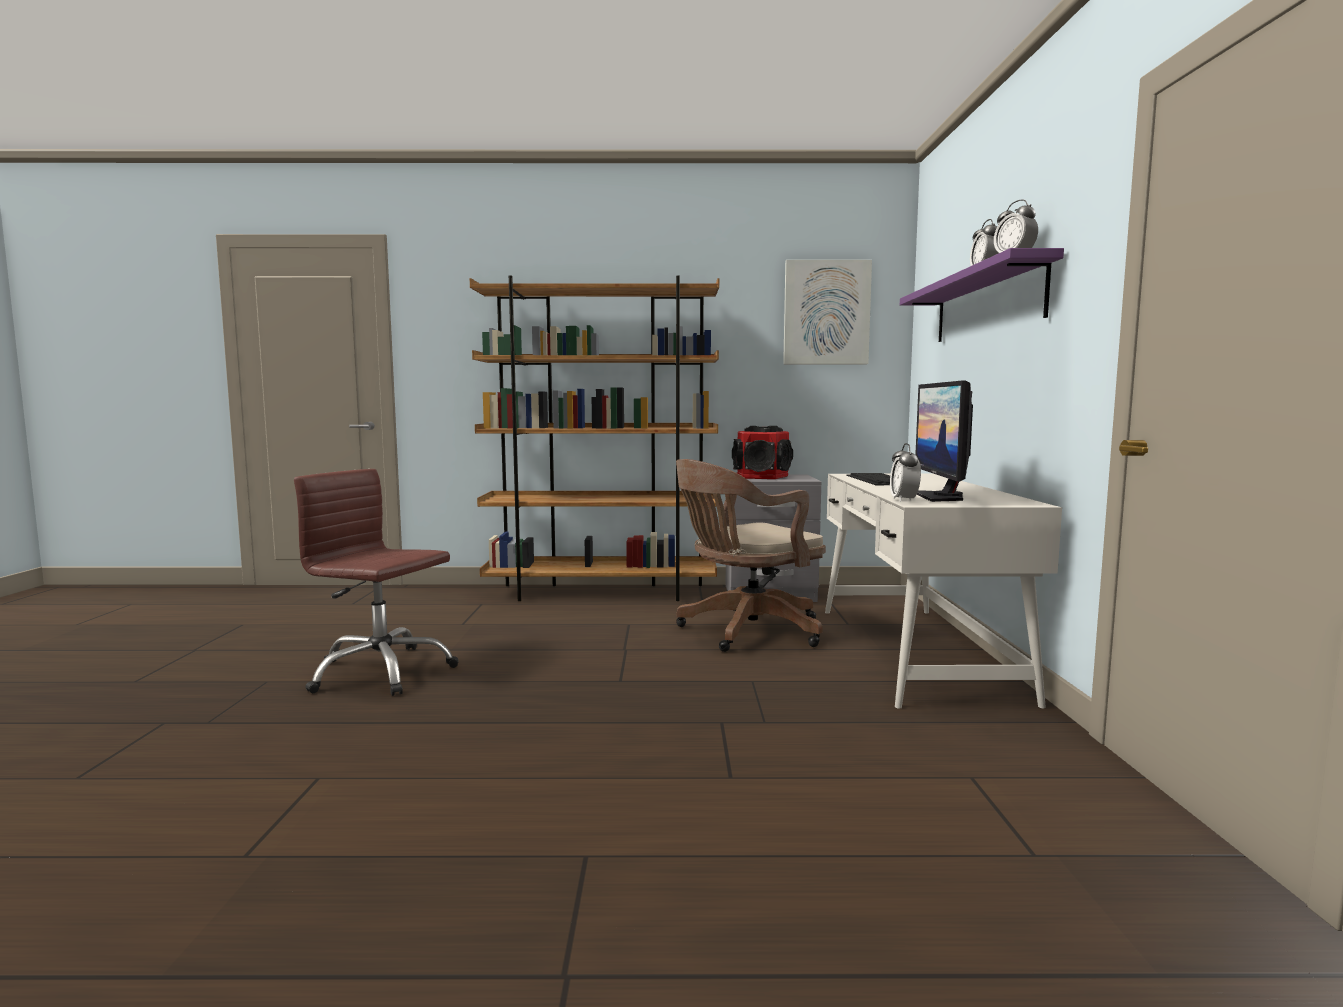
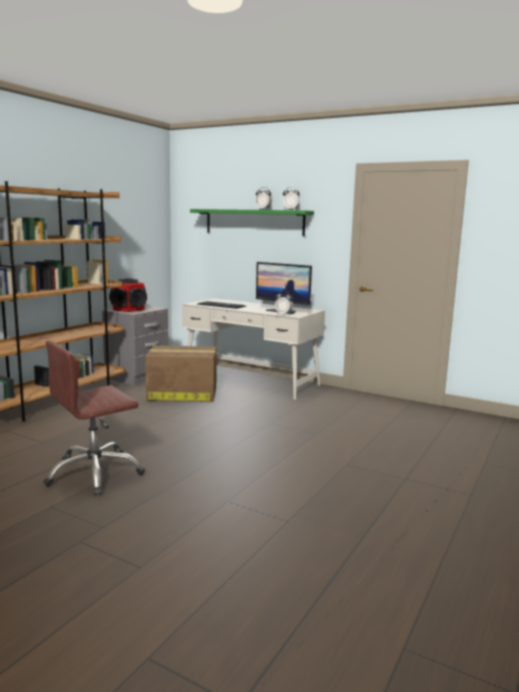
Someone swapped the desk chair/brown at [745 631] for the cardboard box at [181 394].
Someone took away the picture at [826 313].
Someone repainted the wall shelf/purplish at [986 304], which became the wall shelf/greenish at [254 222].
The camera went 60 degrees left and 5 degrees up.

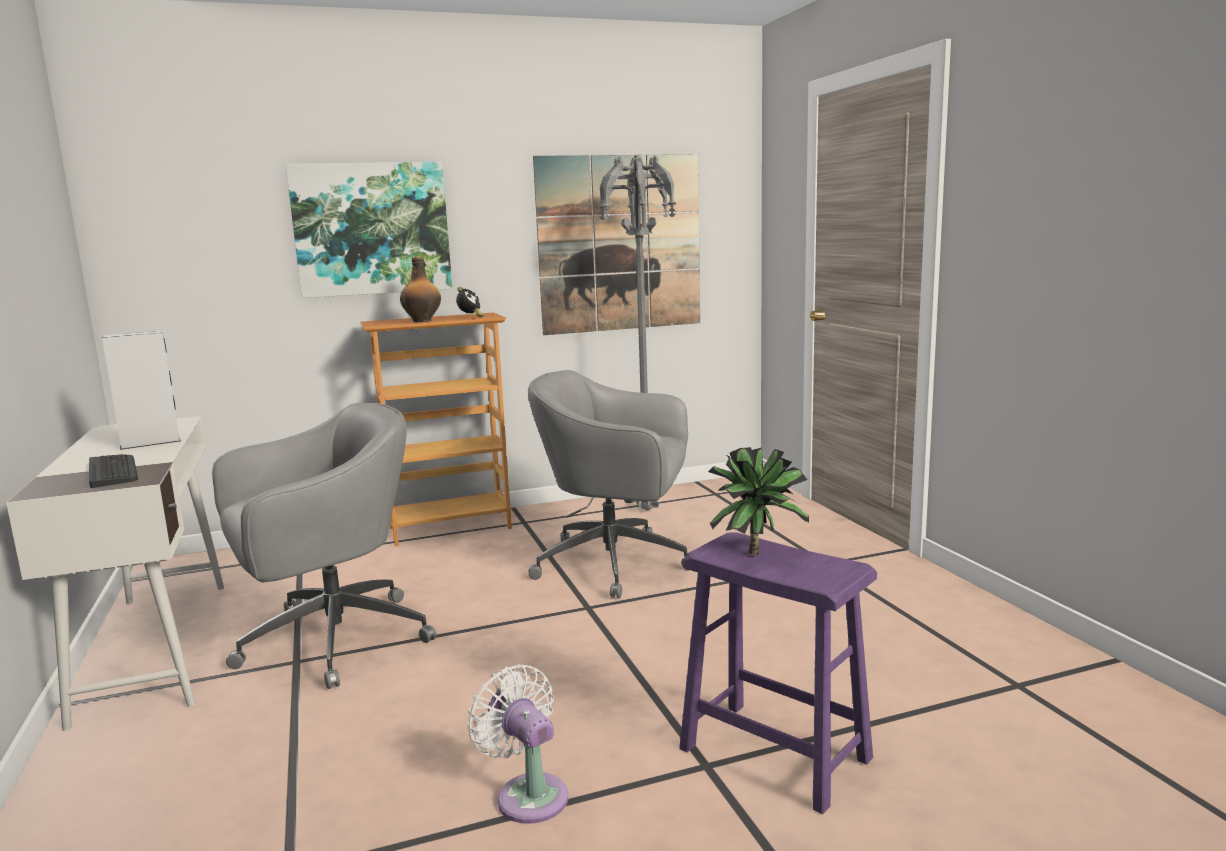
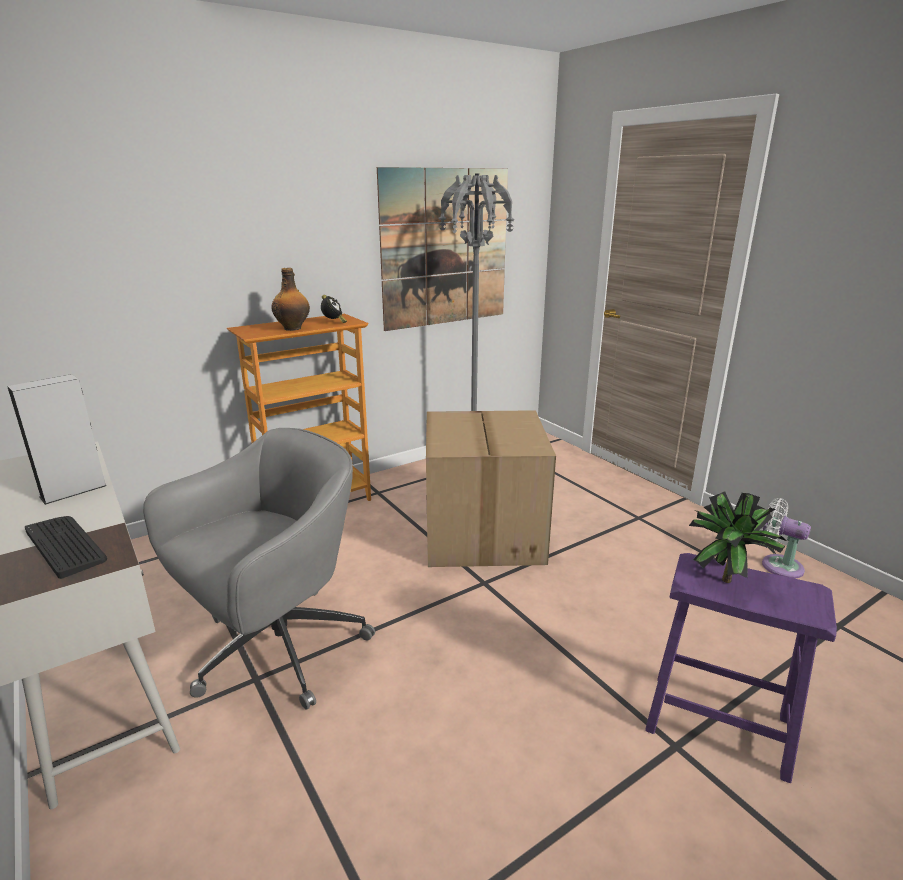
Someone took away the picture at [372 229].
Someone carried the cooling fan/whitish from [528 794] to [777 565].
Someone swapped the desk chair/gray at [617 564] for the cardboard box at [481 532].
The camera went 15 degrees left and 10 degrees up.

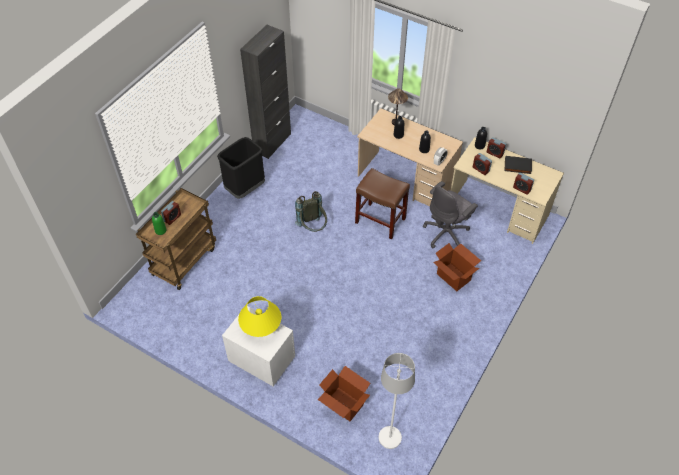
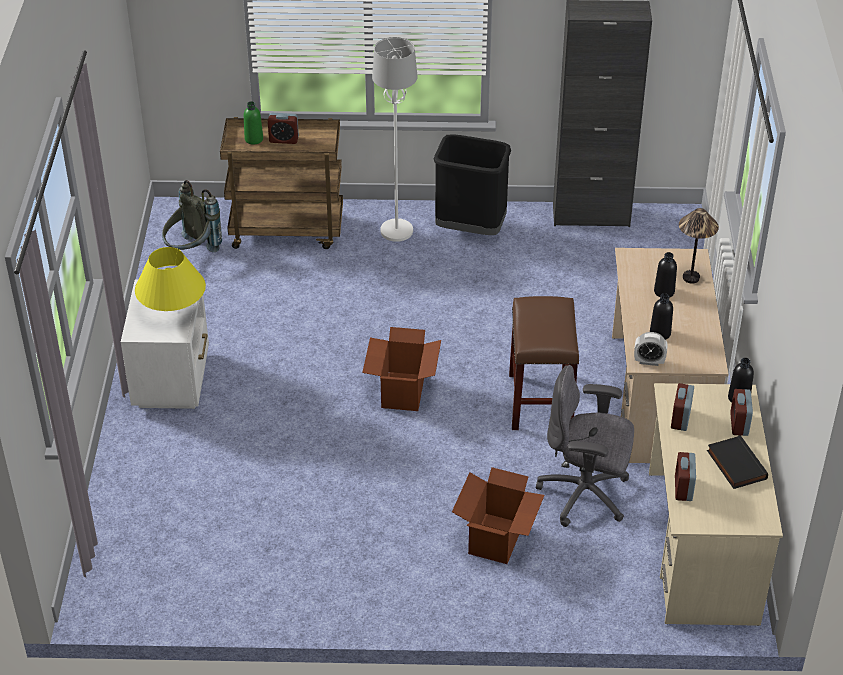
Someone carried the knapsack/gray from [313 228] to [192 252].
Someone carried the cardboard box from [344 404] to [402 392].
Someone carried the standing lamp/whitish from [389 437] to [396 231].
The camera went 60 degrees right and 10 degrees down.

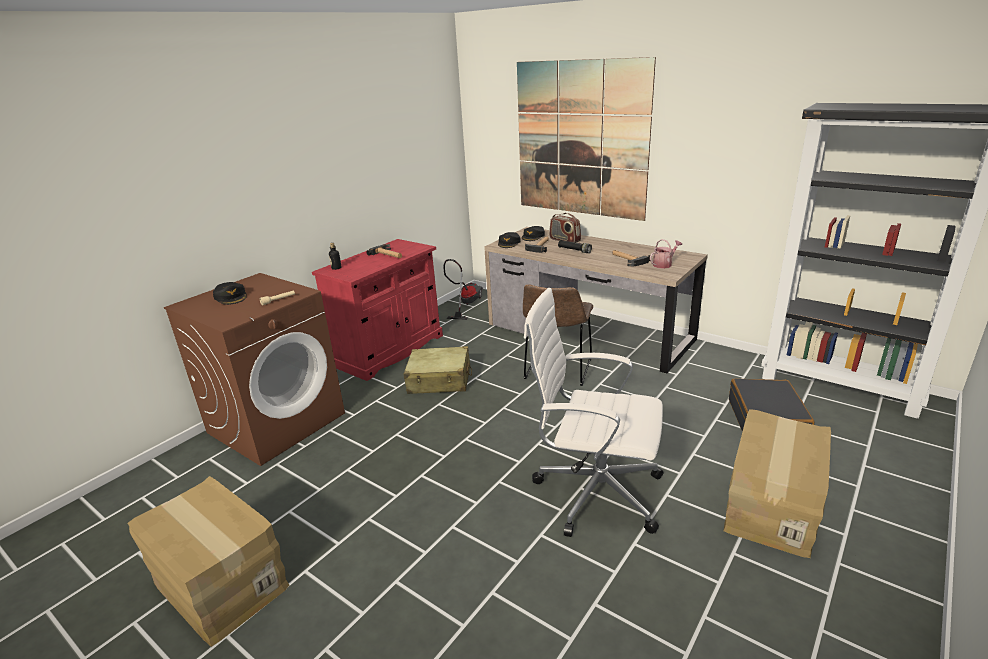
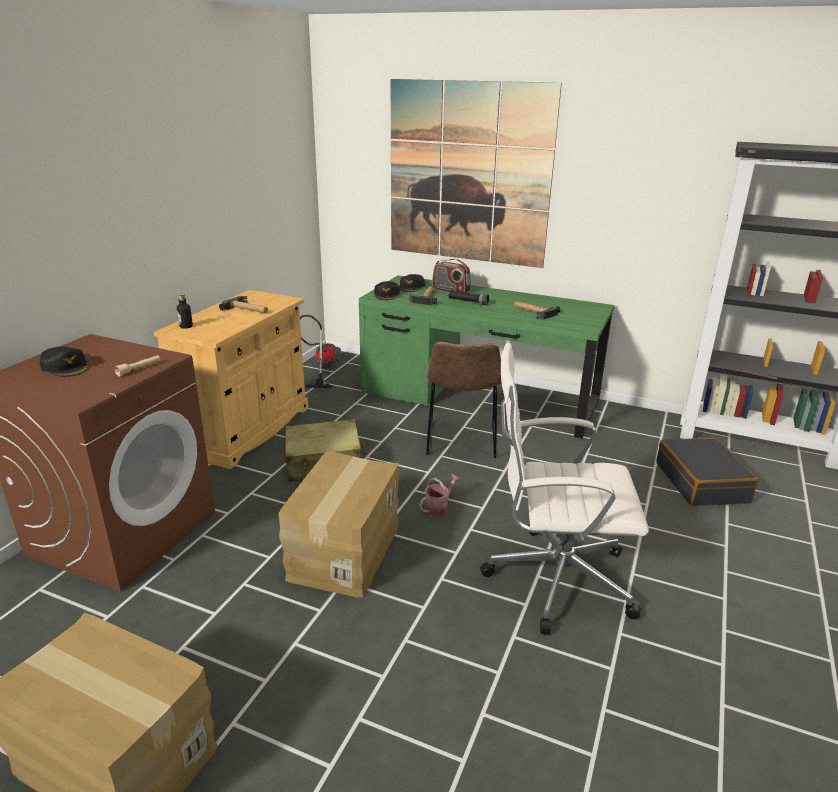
Someone repainted the cupboard/red-coloured at [389 350], which became the cupboard/beige-coloured at [246 430].
Someone repainted the desk table/brown at [588 332], which became the desk table/greenish at [479 396].
Someone carried the watering can from [664 264] to [439 507].
Someone carried the cardboard box from [769 506] to [343 551].
The camera went 15 degrees left and 0 degrees up.

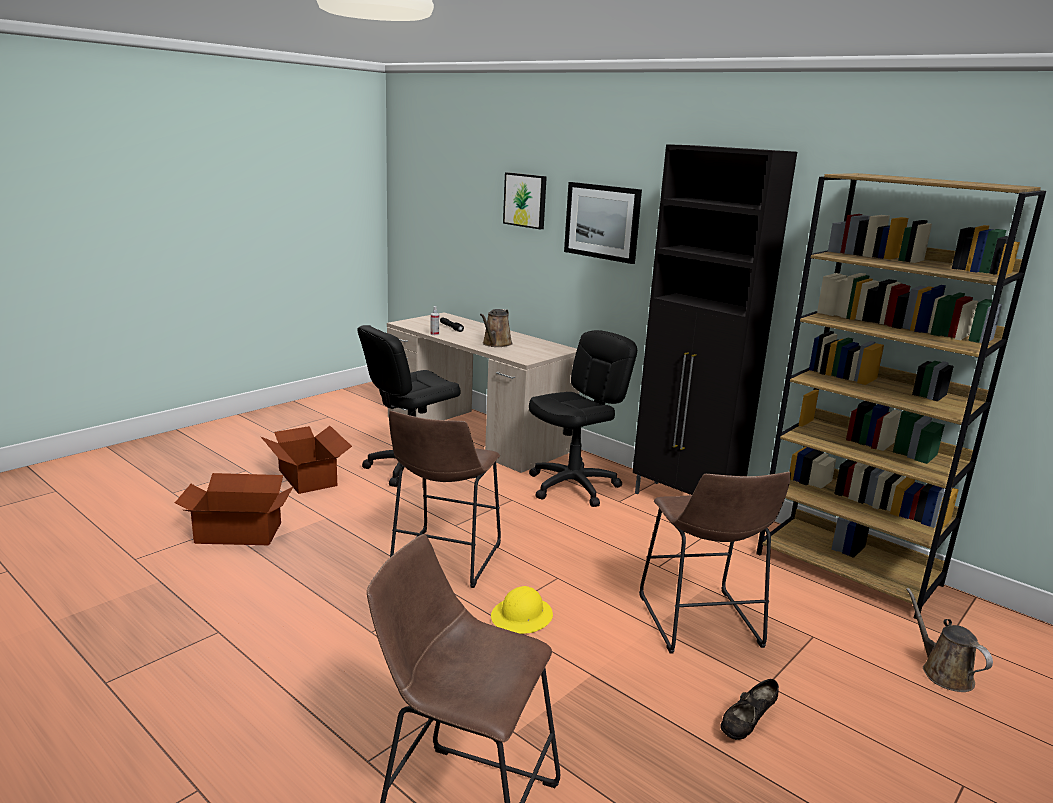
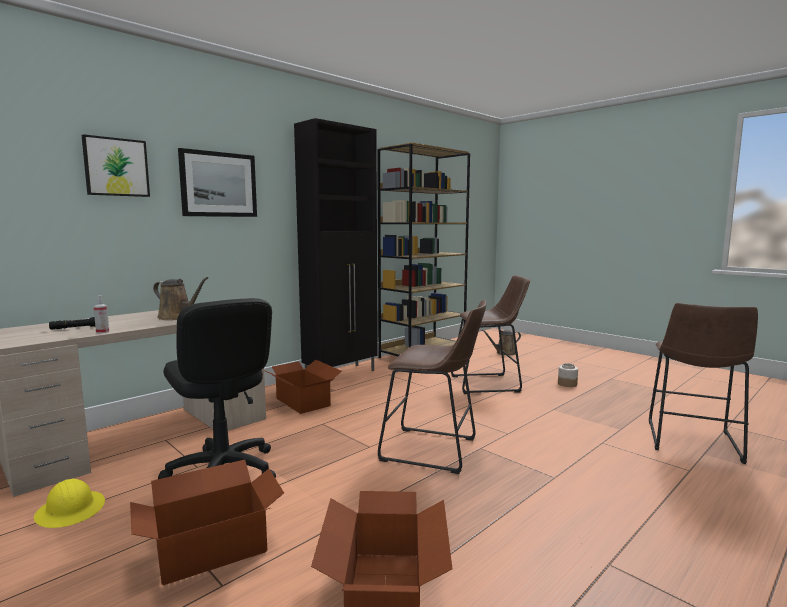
Someone carried the work helmet/yellowish from [522 617] to [71 510].
Someone swapped the desk chair/blackish at [573 486] for the cardboard box at [303 402].
Someone swapped the low shoe/blackish at [746 725] for the preserve jar at [567 384].
The camera went 85 degrees left and 10 degrees down.

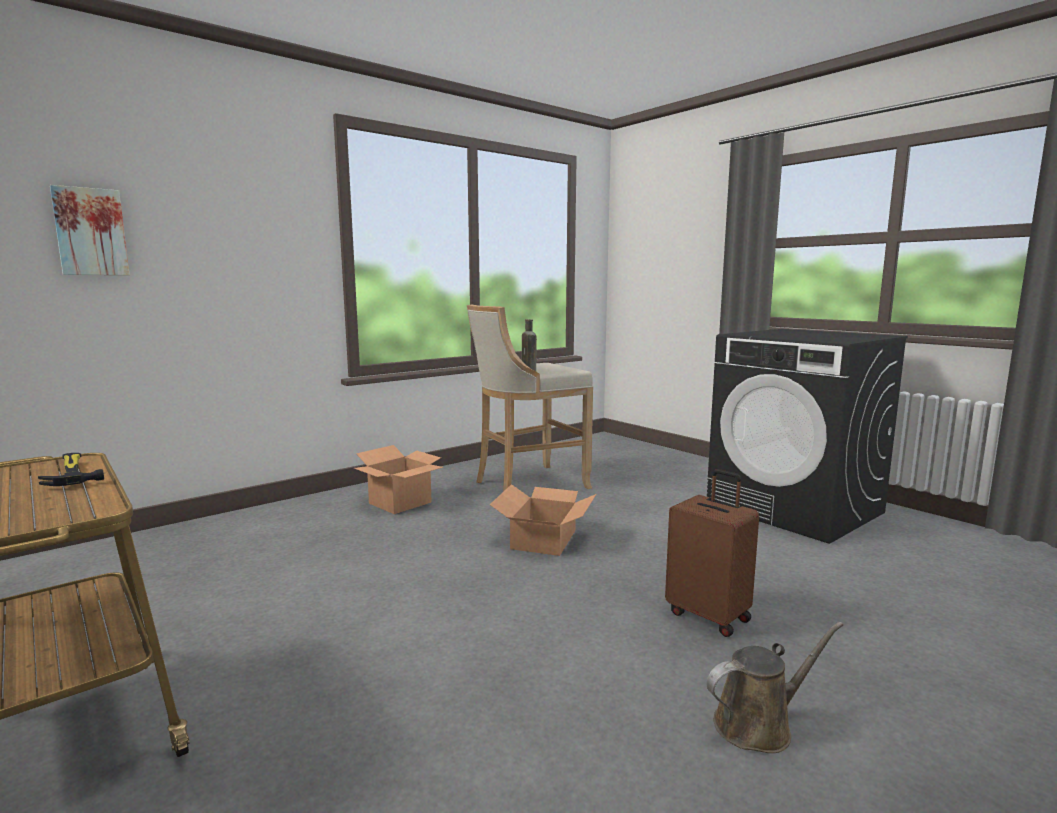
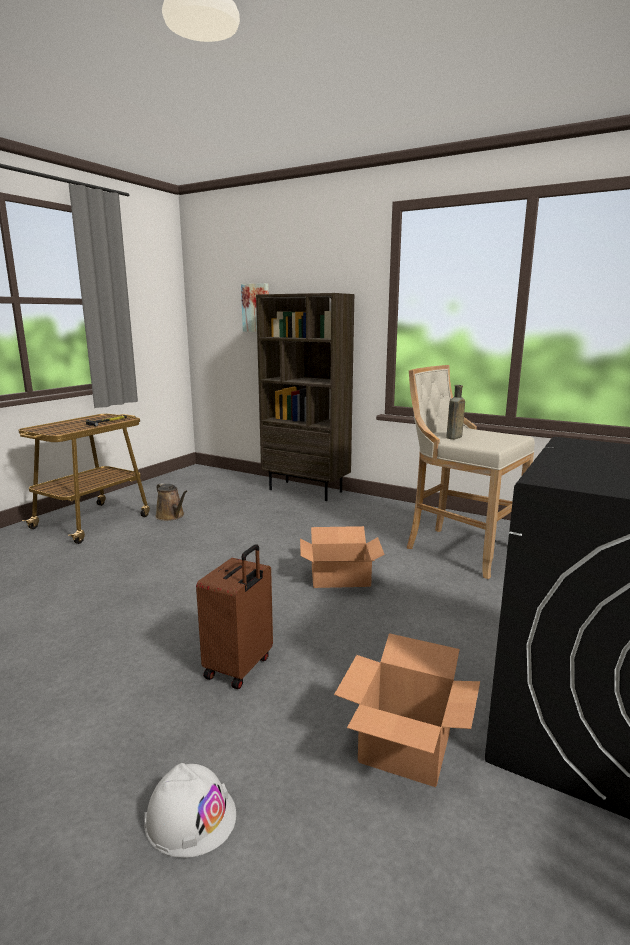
Someone carried the cardboard box from [400 502] to [406 747].
Someone carried the watering can/brown from [759 725] to [171 516].
Someone put down the work helmet/whitish at [190 817].
Someone put down the bookshelf/brown at [306 490].
The camera went 70 degrees right and 5 degrees up.

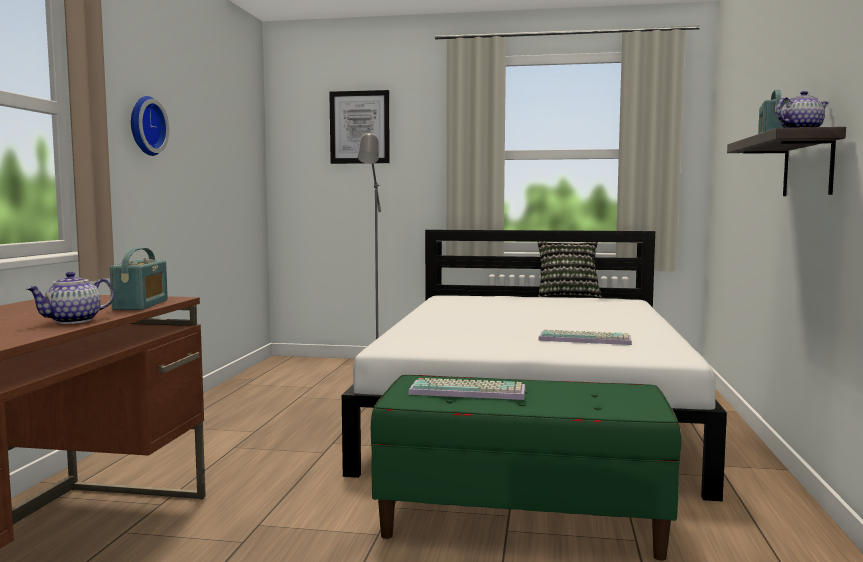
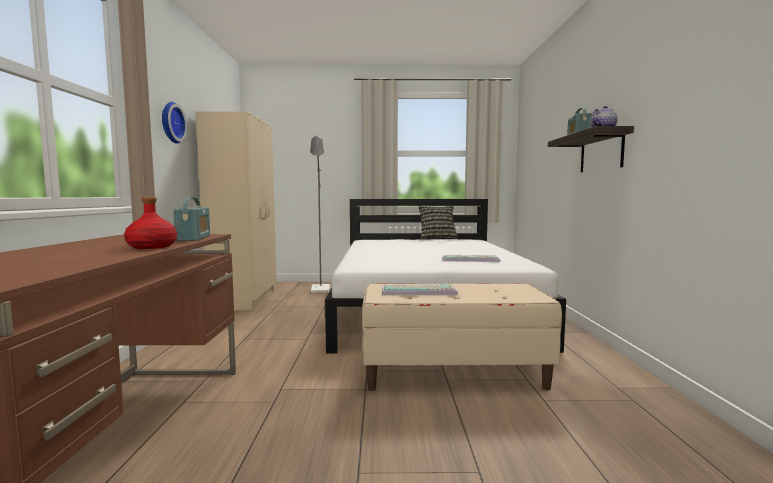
Someone swapped the teapot at [73 321] for the beverage bottle/red-coloured at [152 247].
Someone took away the picture at [359 127].
Someone repainted the indoor bench/greenish at [521 521], which became the indoor bench/beige-coloured at [453 373].
Someone put down the wardrobe/beige-coloured at [245 299].
The camera went 10 degrees left and 0 degrees up.

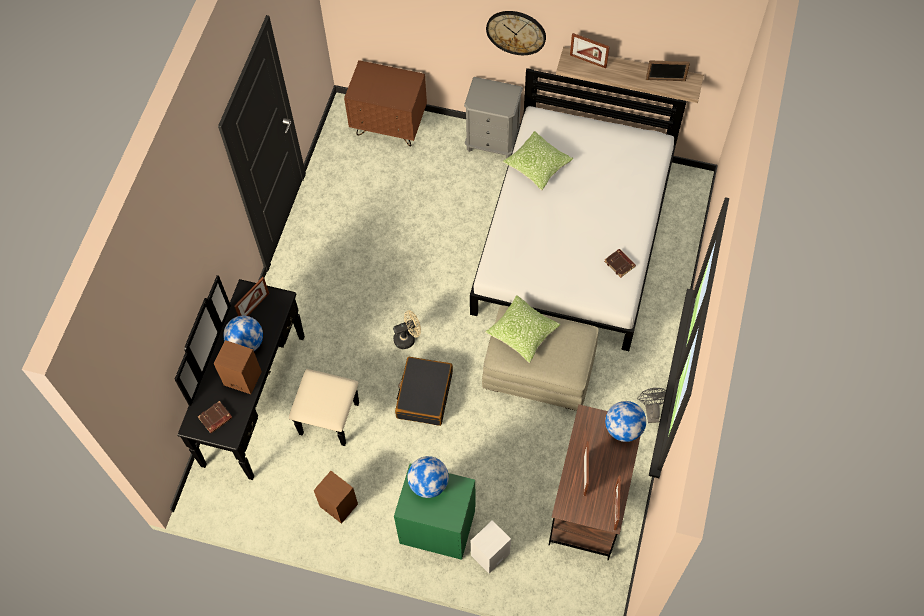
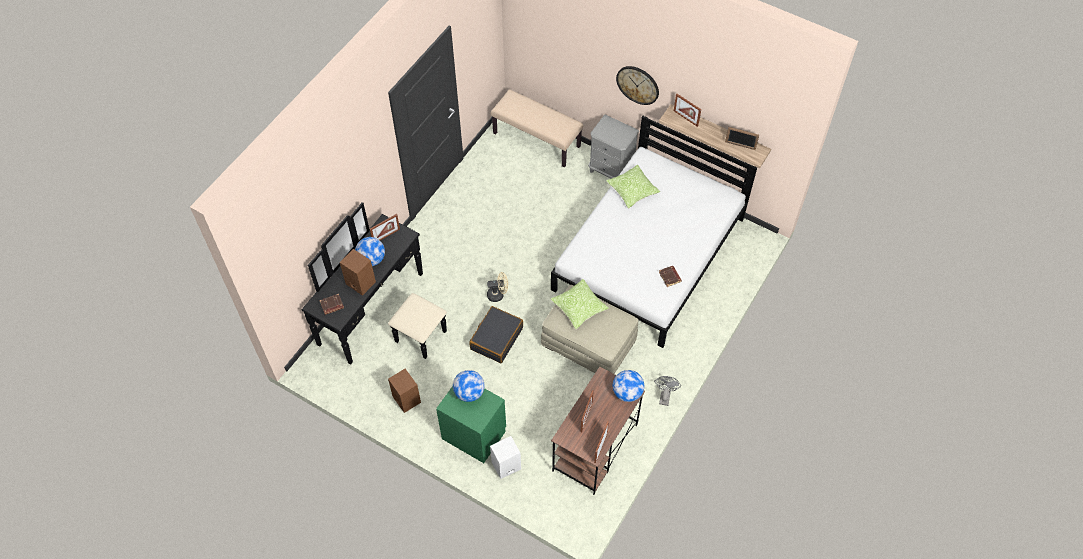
Someone swapped the night table/brown at [389 126] for the indoor bench/beige-coloured at [537 139].
The camera went 15 degrees right and 5 degrees down.

